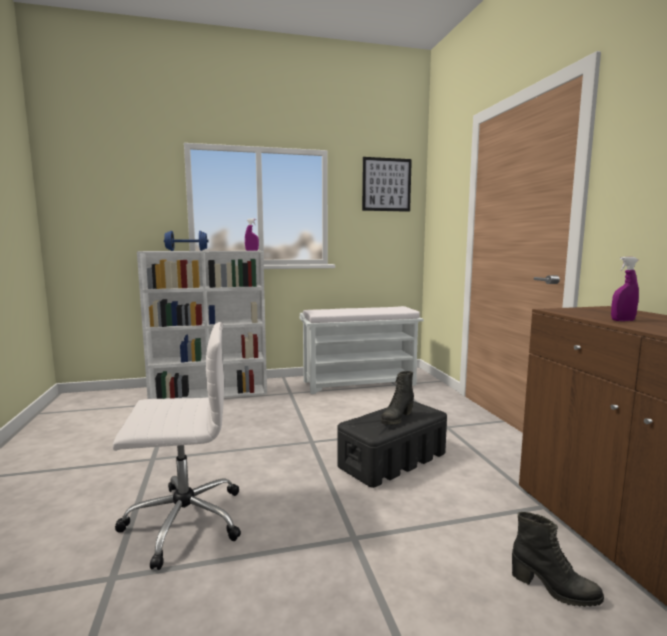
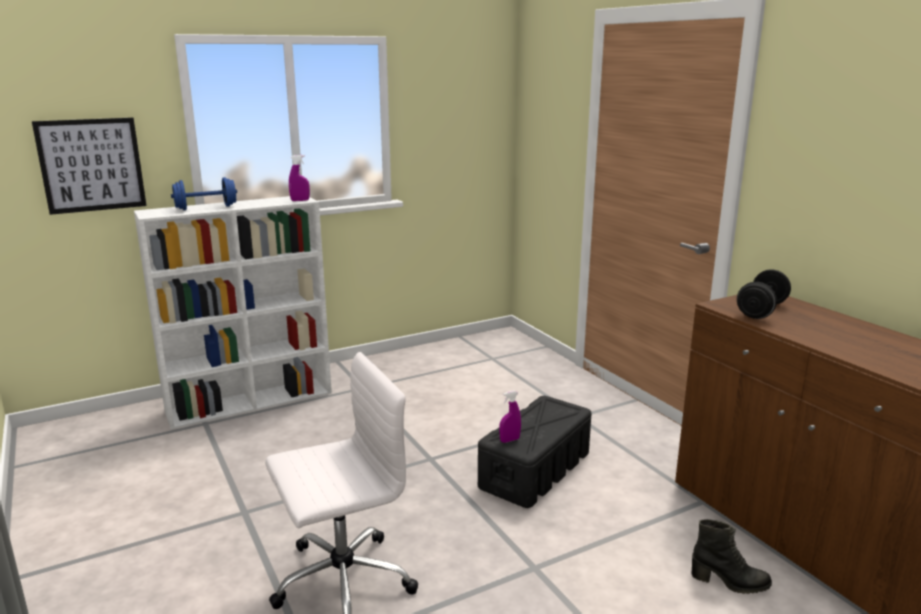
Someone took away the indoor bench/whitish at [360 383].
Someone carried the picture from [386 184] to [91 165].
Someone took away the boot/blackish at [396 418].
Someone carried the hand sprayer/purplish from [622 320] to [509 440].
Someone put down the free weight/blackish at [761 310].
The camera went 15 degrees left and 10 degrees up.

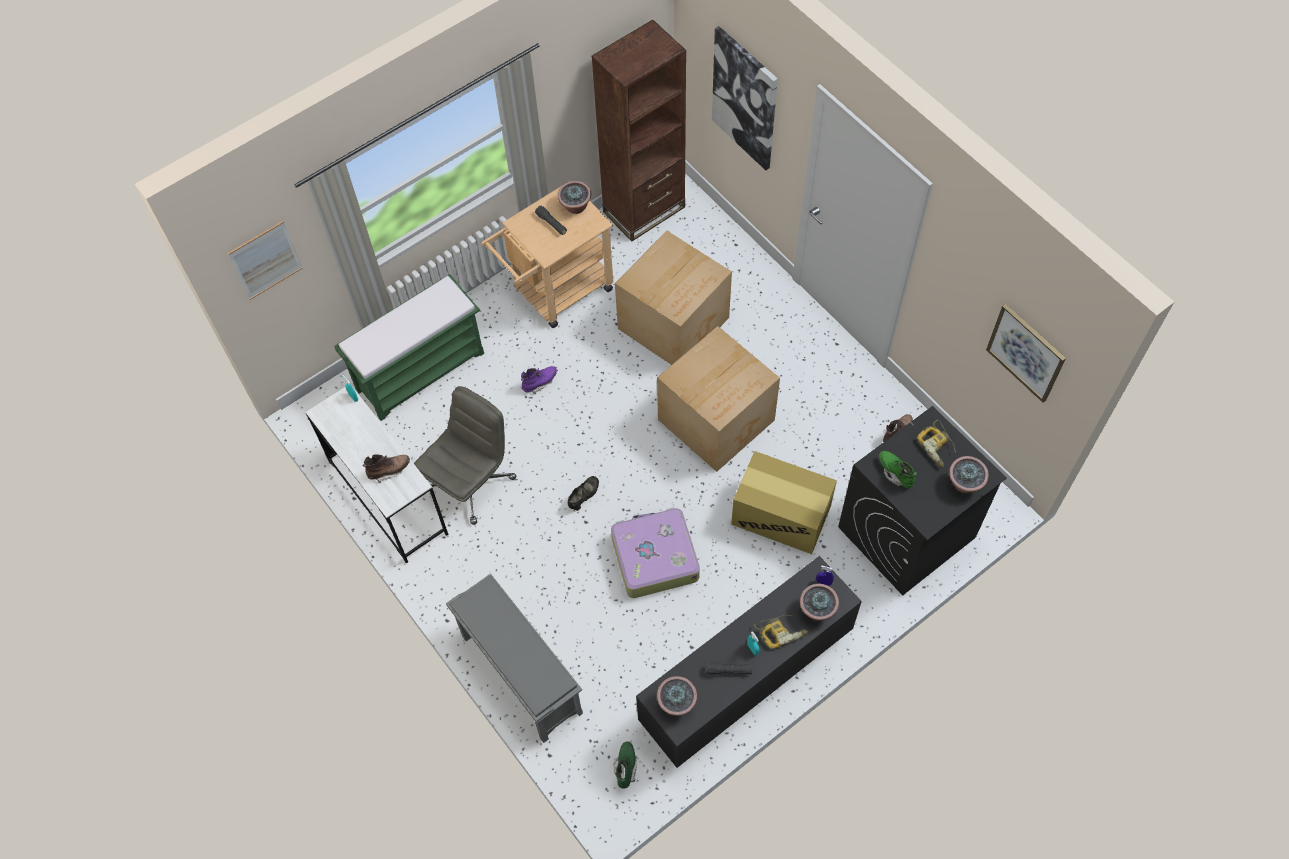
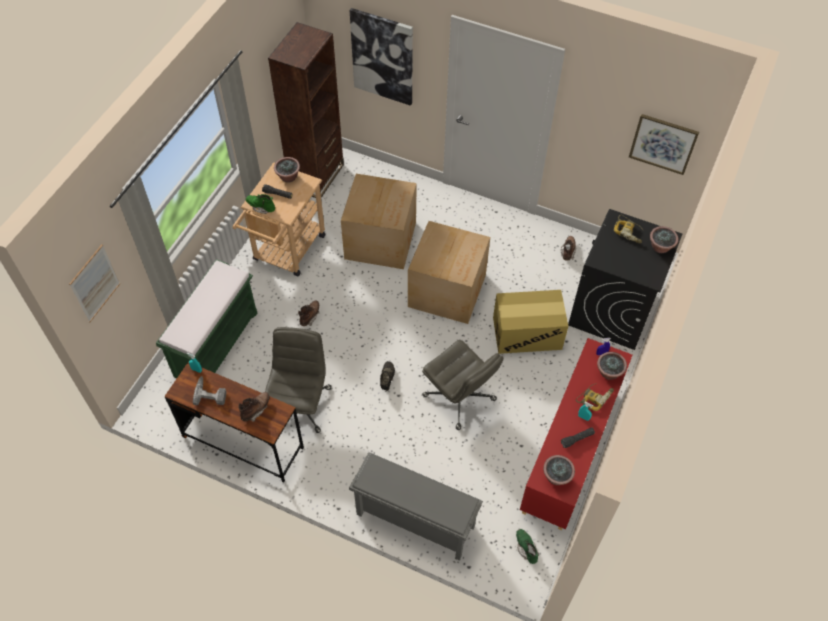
Someone repainted the desk table/whitish at [388 498], which became the desk table/brown at [243 442].
Someone repainted the boot/purplish at [539 382], which became the boot/brown at [309 316].
Someone swapped the piece of luggage at [654 557] for the desk chair/gray at [460 398].
Someone repainted the cupboard/blackish at [745 680], which became the cupboard/red-coloured at [570 450].
Someone carried the boot/greenish from [895 473] to [261 207].
Someone put down the electric drill at [211 393].
The camera went 30 degrees left and 5 degrees down.

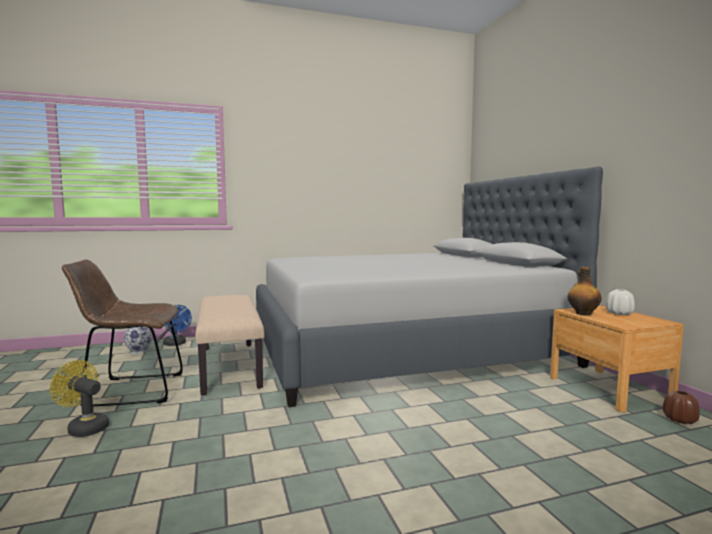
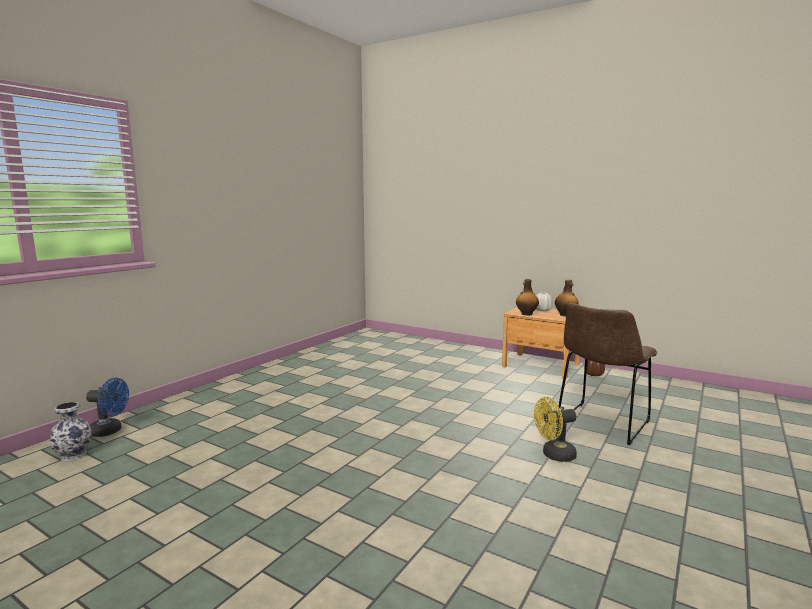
Someone carried the cooling fan/yellowish from [84 427] to [554 455].
Someone carried the upright chair/brown from [130 391] to [601 424].
Someone took away the indoor bench/beige-coloured at [230 366].
Someone took away the sleeping bed/gray at [404 348].
Someone put down the beverage bottle at [565 315].
The camera went 40 degrees left and 5 degrees up.

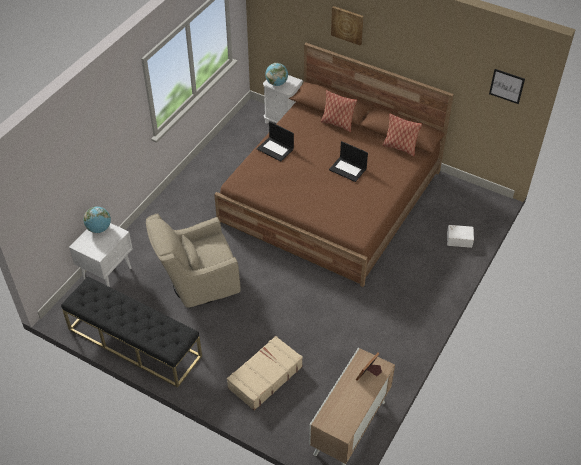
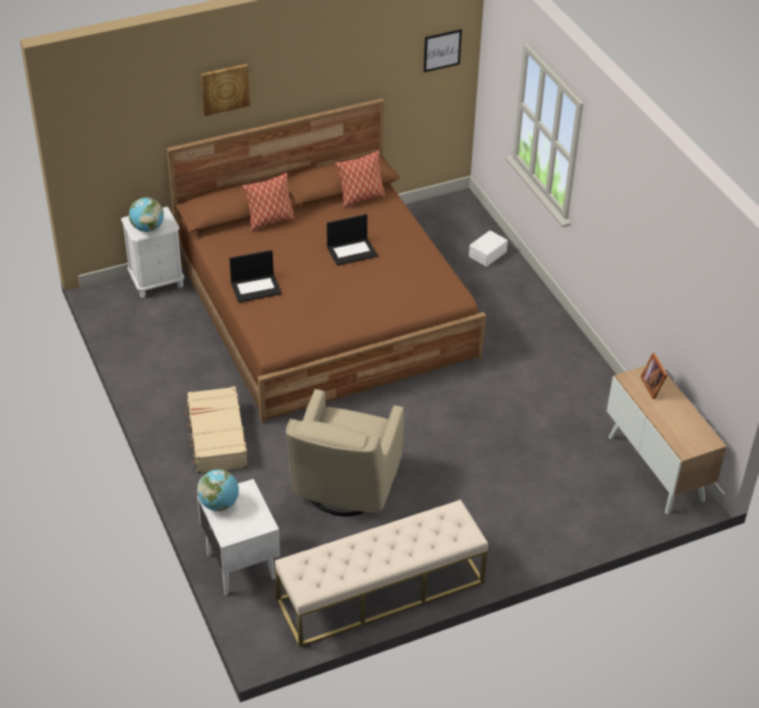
Someone repainted the indoor bench/blackish at [134 342], which became the indoor bench/beige-coloured at [380 591].
Someone carried the piece of luggage/beige-coloured from [264 377] to [216 438].
The camera went 55 degrees left and 5 degrees down.

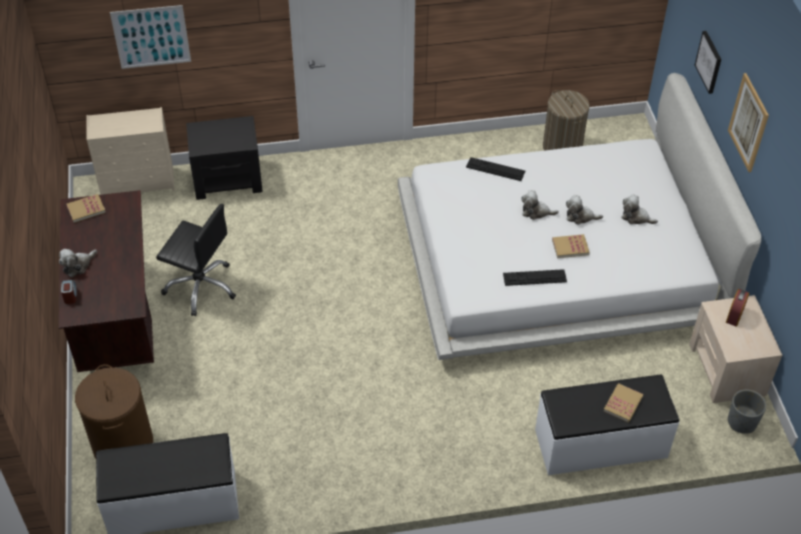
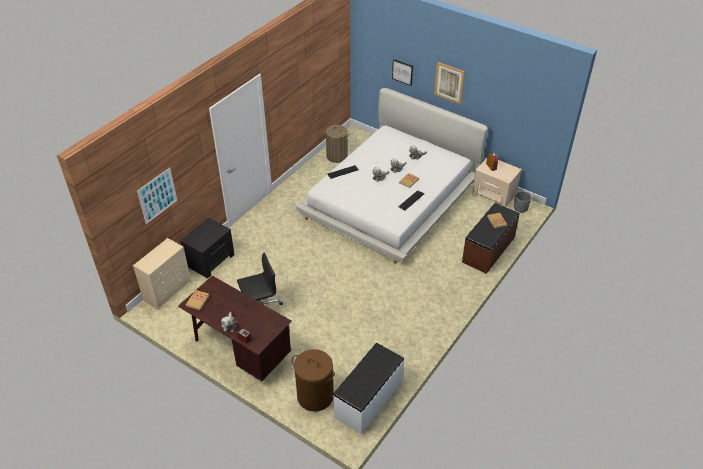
Someone repainted the indoor bench/whitish at [601 444], which became the indoor bench/brown at [489 249].
The camera went 45 degrees left and 5 degrees down.

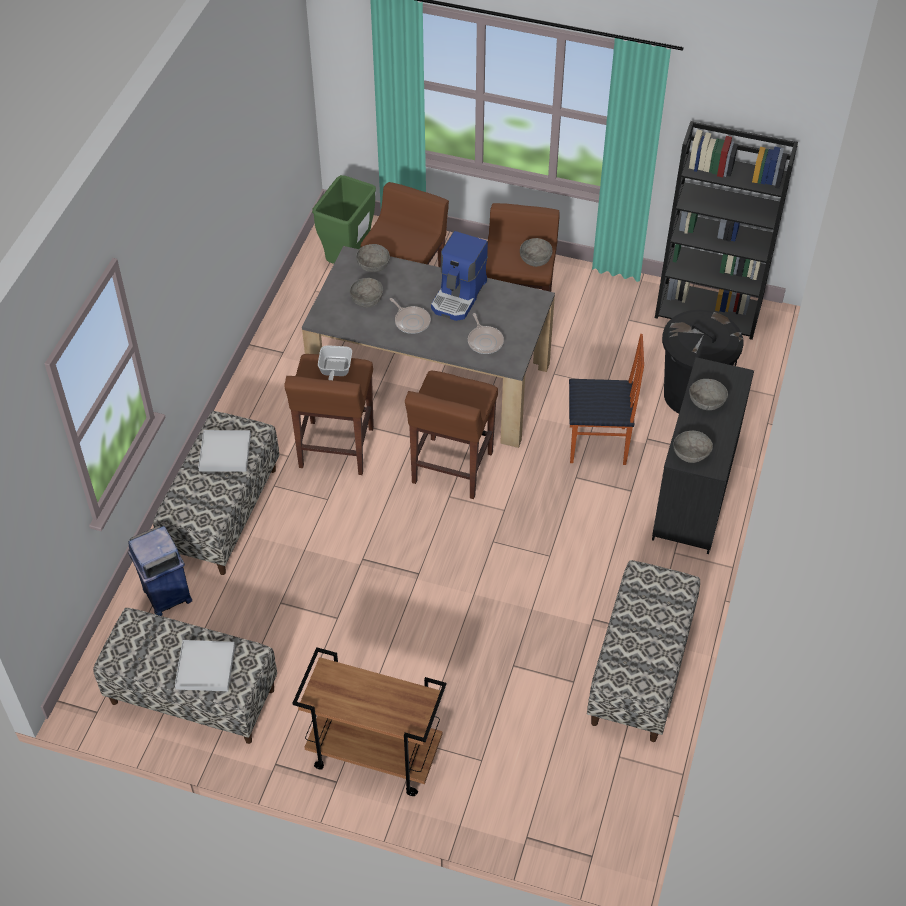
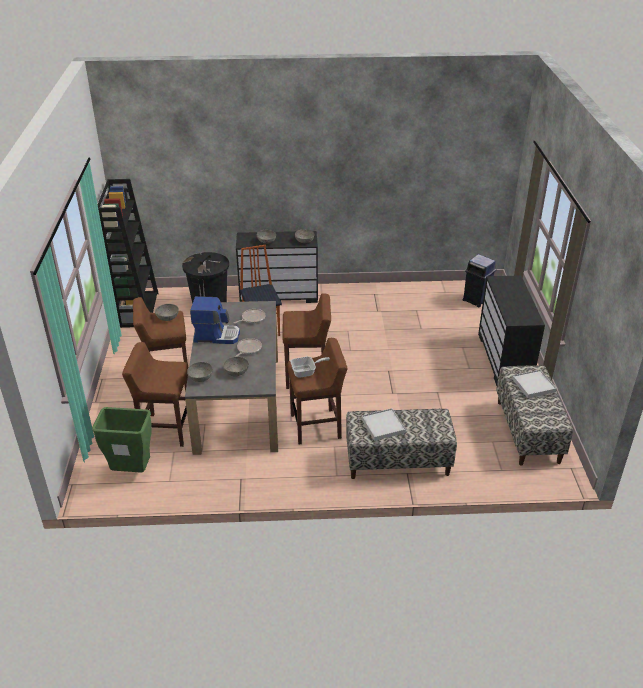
Someone carried the rubbish bin/blue-coloured from [166 595] to [476 300].
Someone swapped the cart/brown at [373 755] for the chest of drawers/blackish at [504 359].
Someone took away the indoor bench at [640 671].
The camera went 110 degrees left and 15 degrees down.

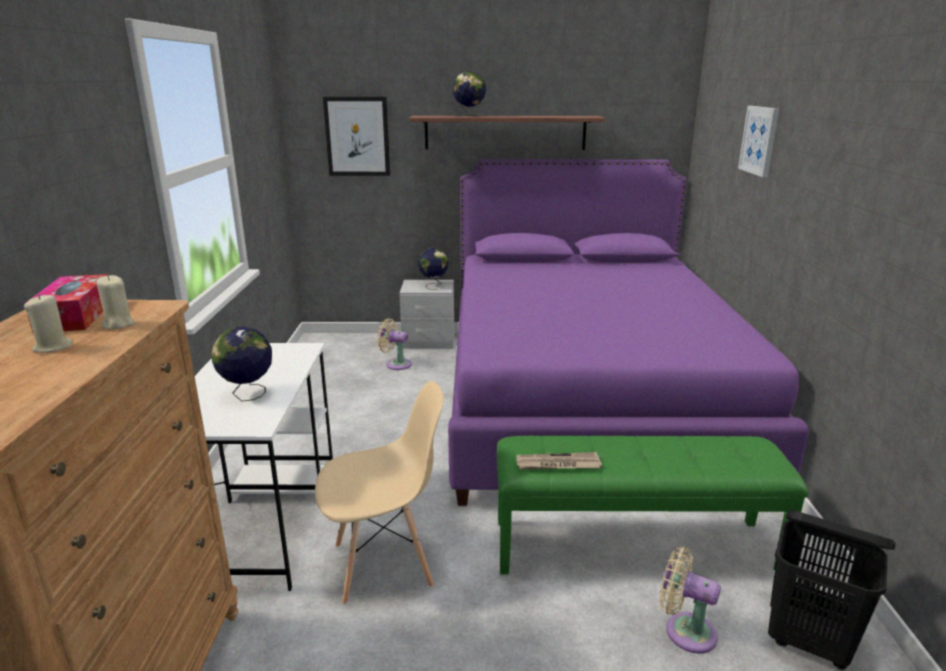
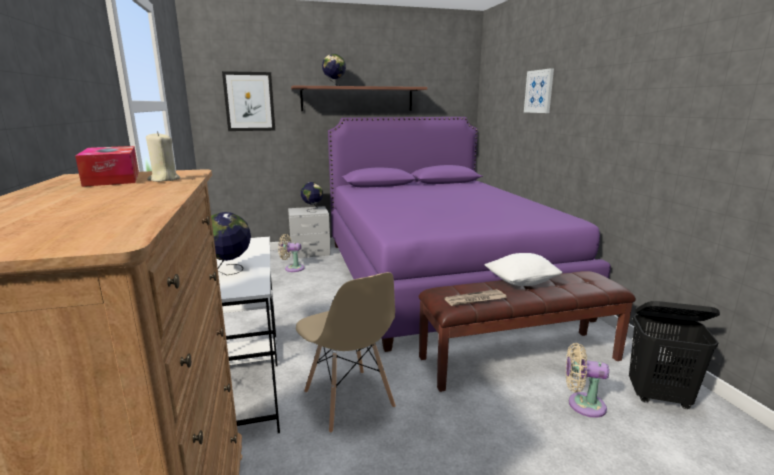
Someone took away the wax light/beige-coloured at [53 347].
Someone rotated the upright chair/beige-coloured at [384 565] by 90 degrees clockwise.
Someone repainted the indoor bench/greenish at [633 545], which became the indoor bench/brown at [519 358].
Someone put down the pillow/whitish at [521 282].
The camera went 15 degrees left and 5 degrees down.

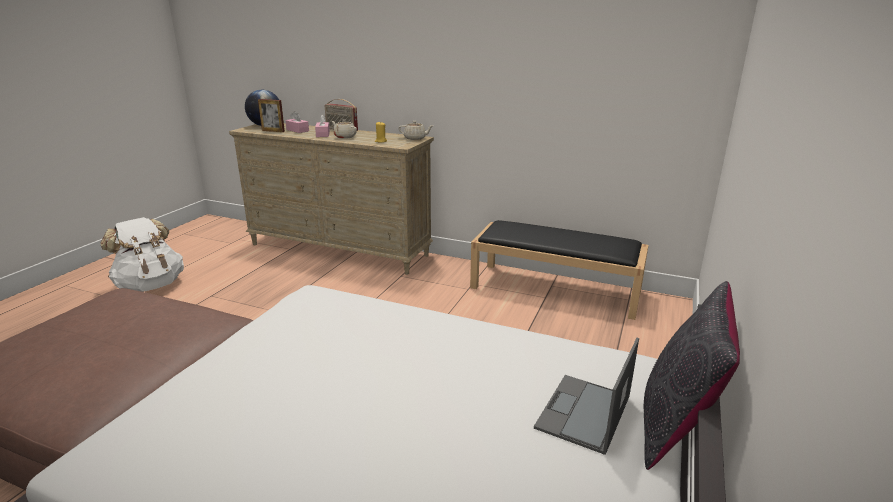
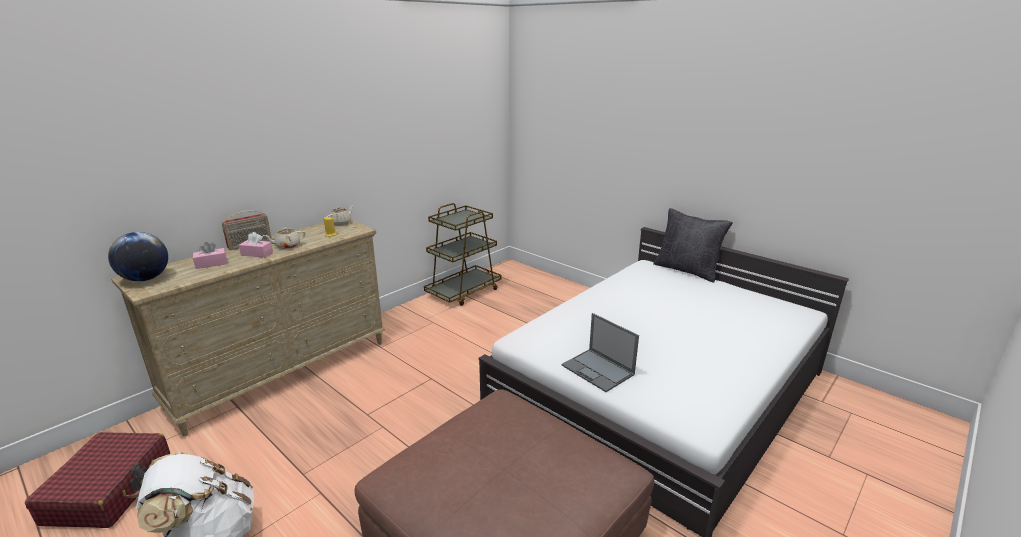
Someone took away the picture frame at [273 131].
Someone swapped the indoor bench/blackish at [556 289] for the cart/brown at [464 292].
Someone carried the notebook computer from [583 413] to [598 370].
Someone put down the piece of luggage/red-coloured at [110 489].
The camera went 70 degrees left and 0 degrees up.

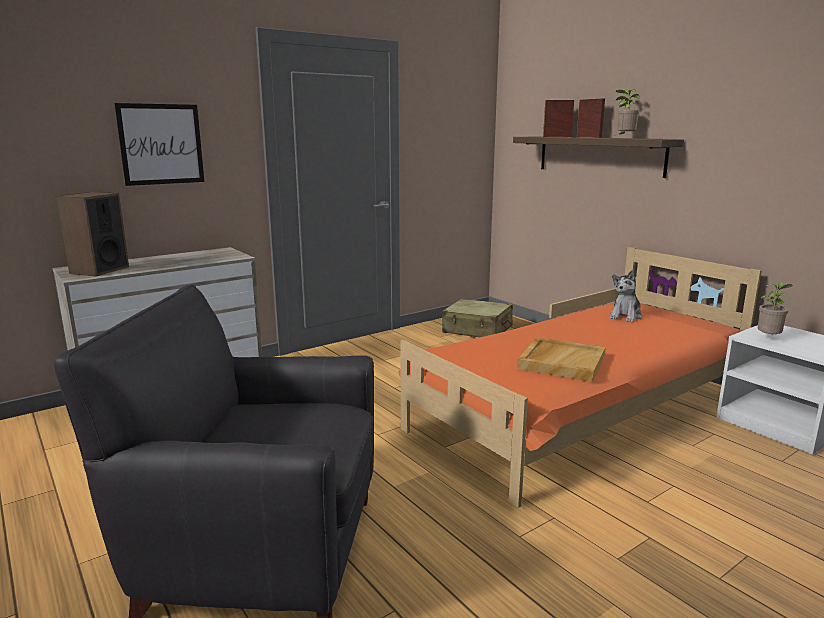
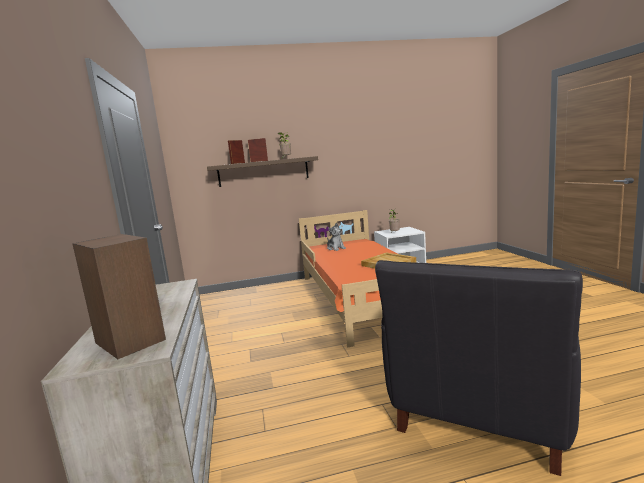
Someone took away the picture at [161 144].
Someone took away the piece of luggage/beige-coloured at [477 330].
The camera went 65 degrees left and 5 degrees down.

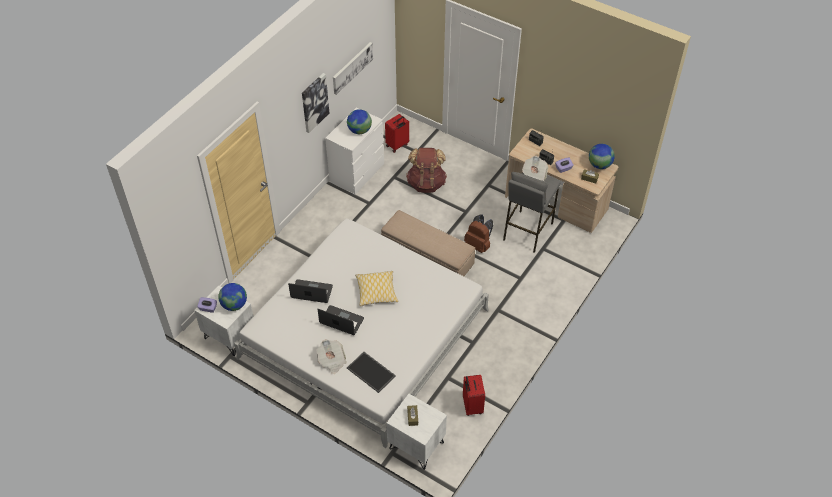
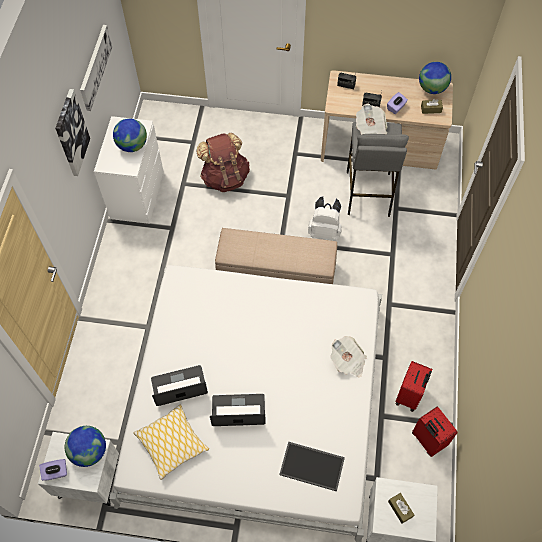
Someone carried the daily paper from [332 361] to [348 361].
Someone carried the pillow from [376 292] to [172 443].
Someone carried the piece of luggage/red-coloured from [397 145] to [409 396].
Someone repainted the knapsack/brown at [478 245], which became the knapsack/whitish at [324 231].
The camera went 25 degrees left and 10 degrees up.

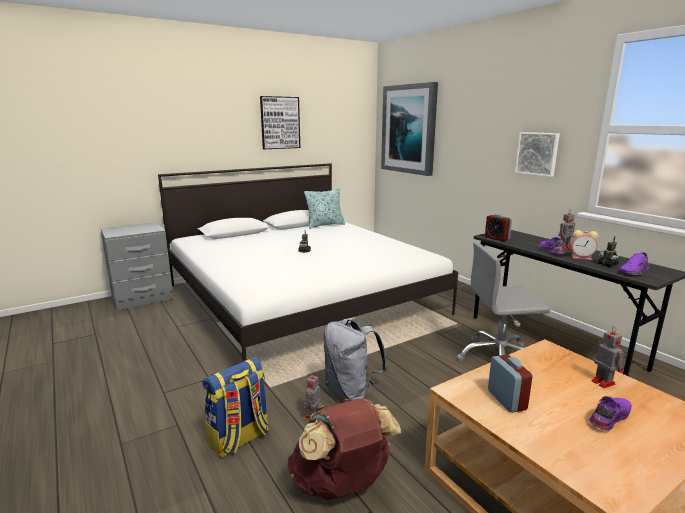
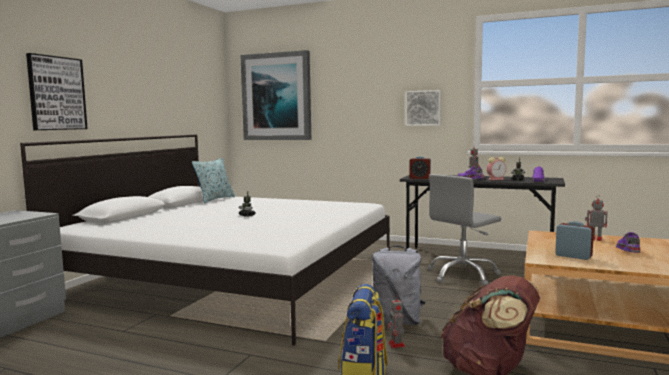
Someone carried the picture from [280 123] to [56 93].
The camera went 35 degrees left and 10 degrees down.

